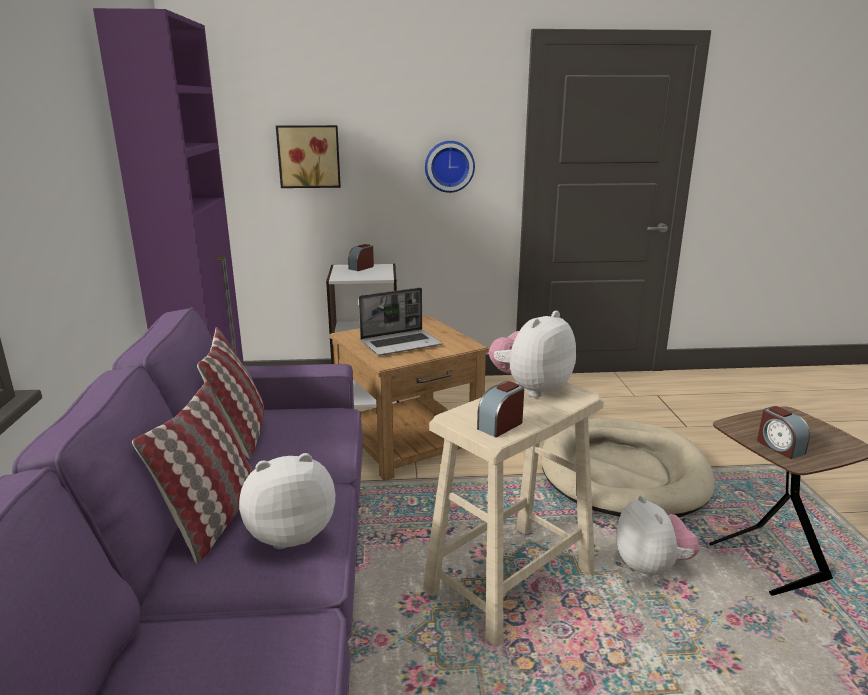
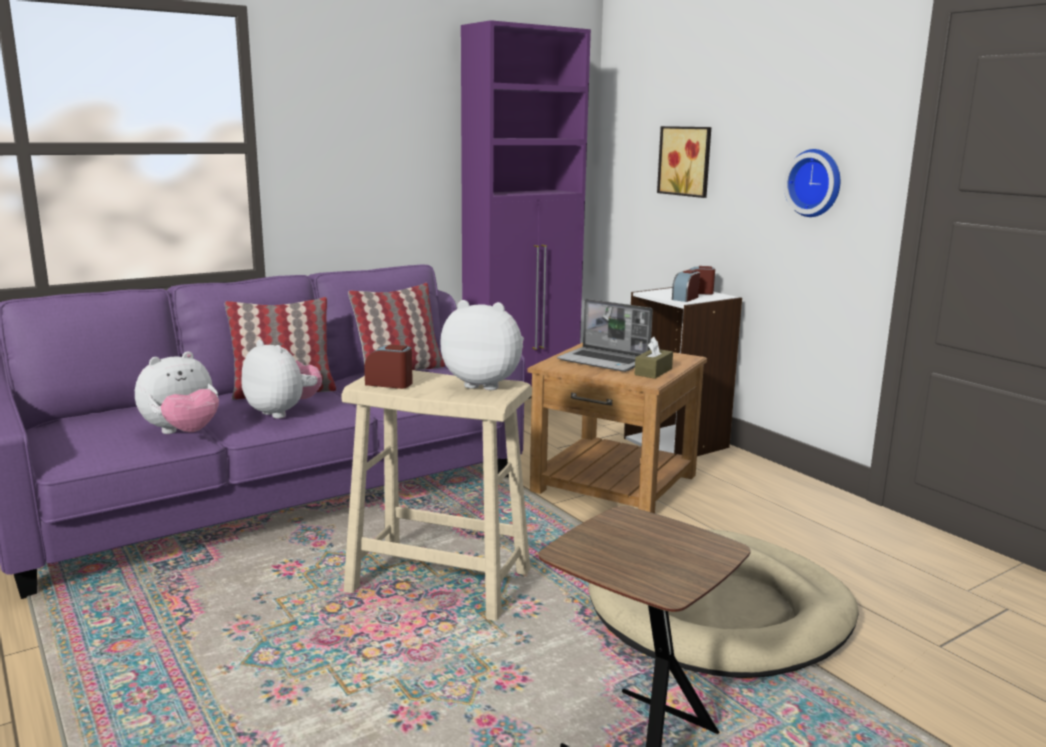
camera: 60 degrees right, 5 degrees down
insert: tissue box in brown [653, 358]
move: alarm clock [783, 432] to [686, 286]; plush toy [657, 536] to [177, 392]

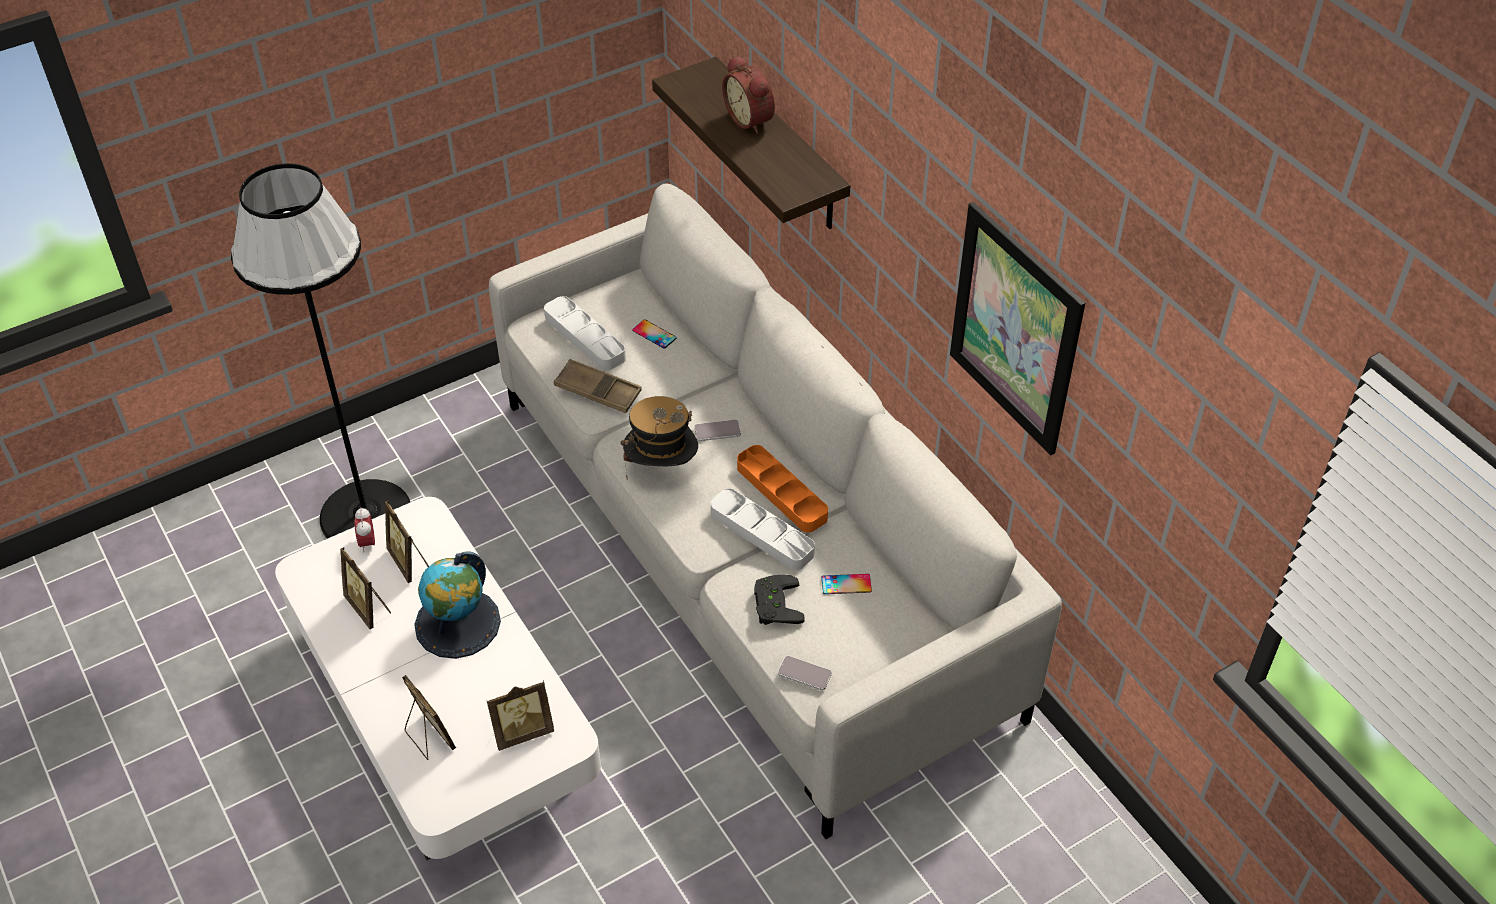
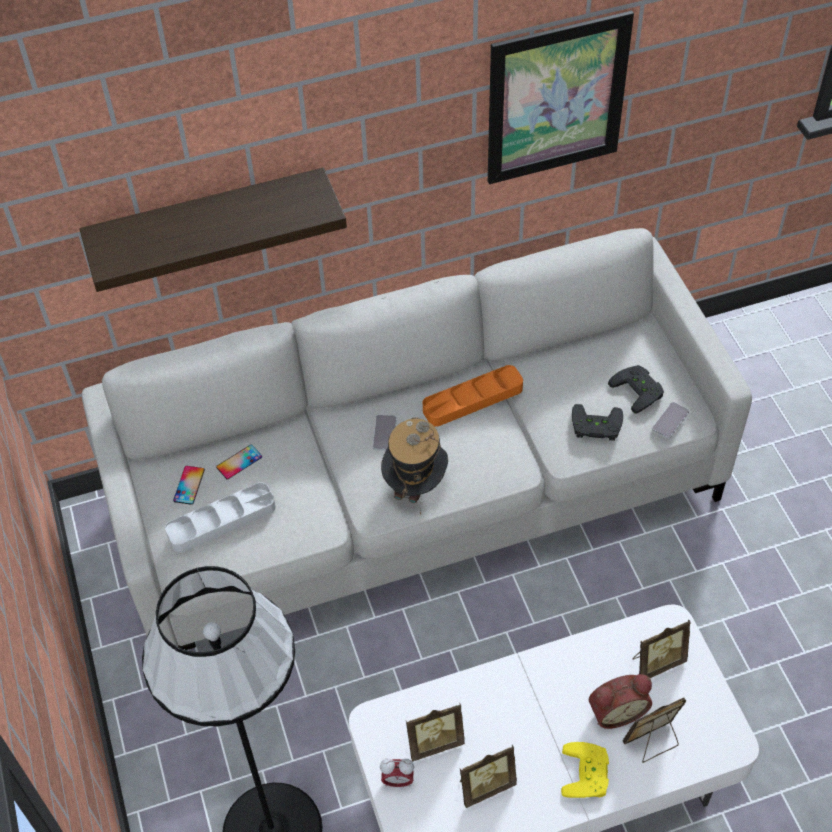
camera: 75 degrees left, 5 degrees up
delete: tray in brown [598, 386]; tray in grey [763, 529]; globe [457, 605]
insert: game controller in black [636, 389]; game controller in yellow [585, 770]
move: alarm clock [748, 94] to [620, 701]; phone [847, 584] to [189, 485]
rotate: picture frame [520, 715] = [662, 648] 75 degrees clockwise

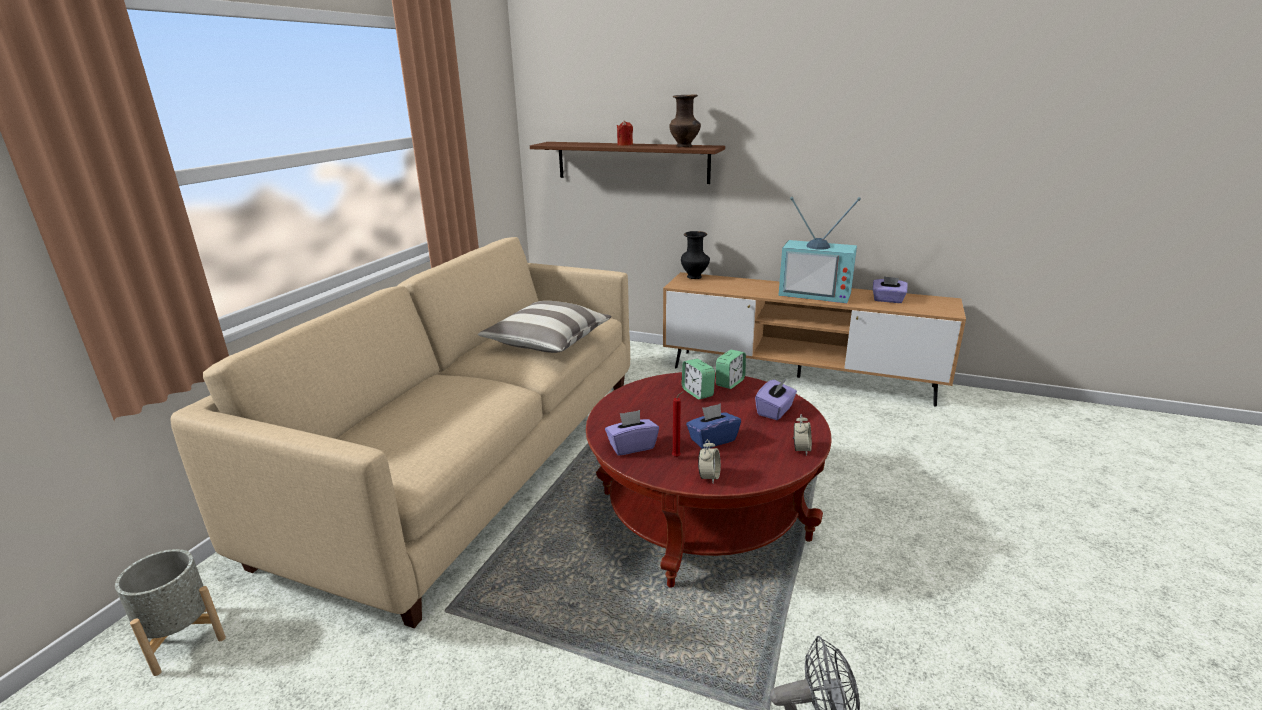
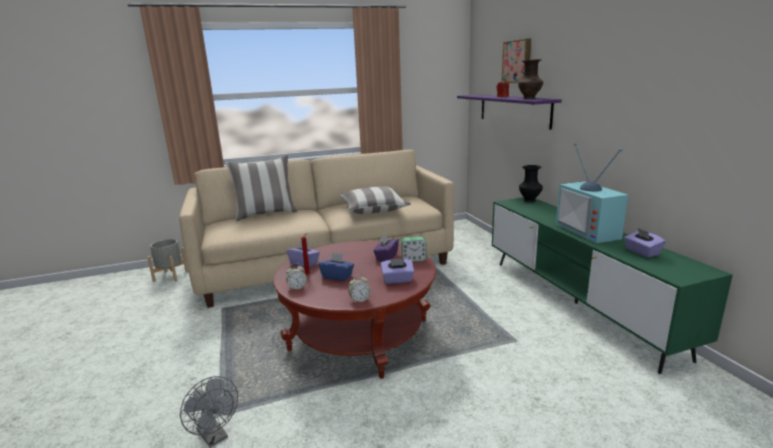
camera: 50 degrees right, 5 degrees down
insert: picture [516, 60]; pillow [261, 188]
replace: alarm clock [698, 379] to tissue box in purple [386, 247]
recolor: shelf in brown [627, 163] to shelf in purple [509, 112]; tv stand in brown [814, 339] to tv stand in green [612, 285]

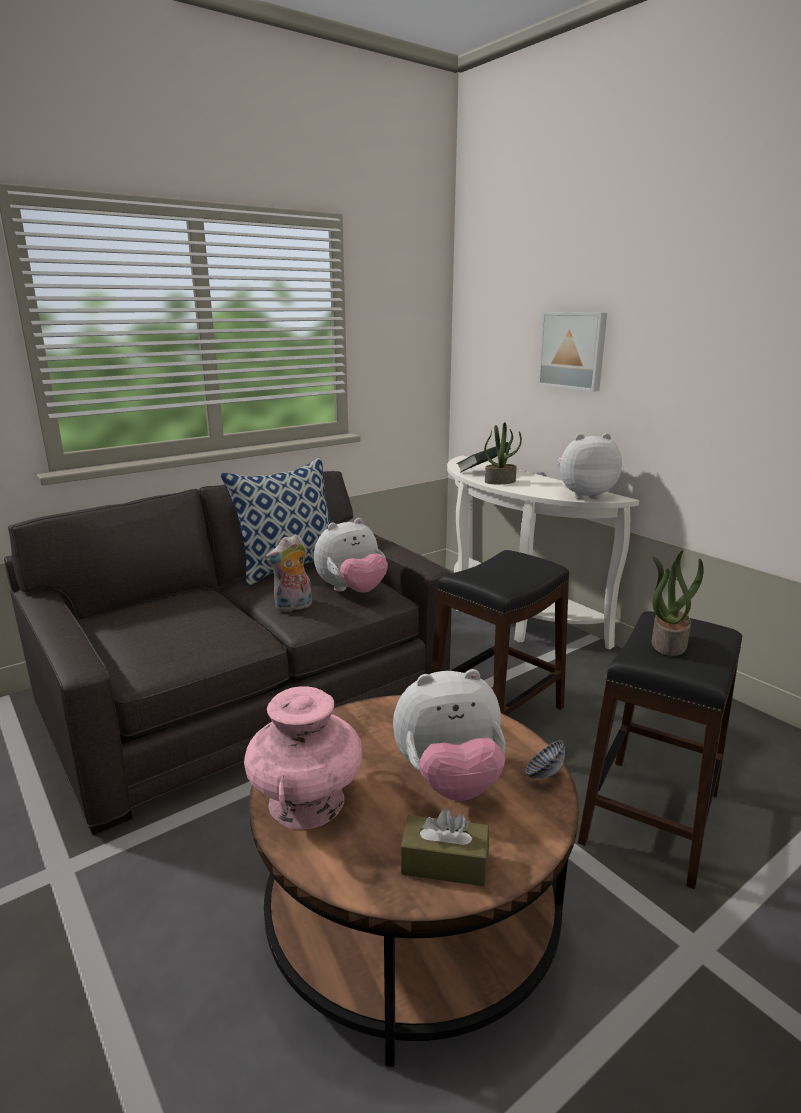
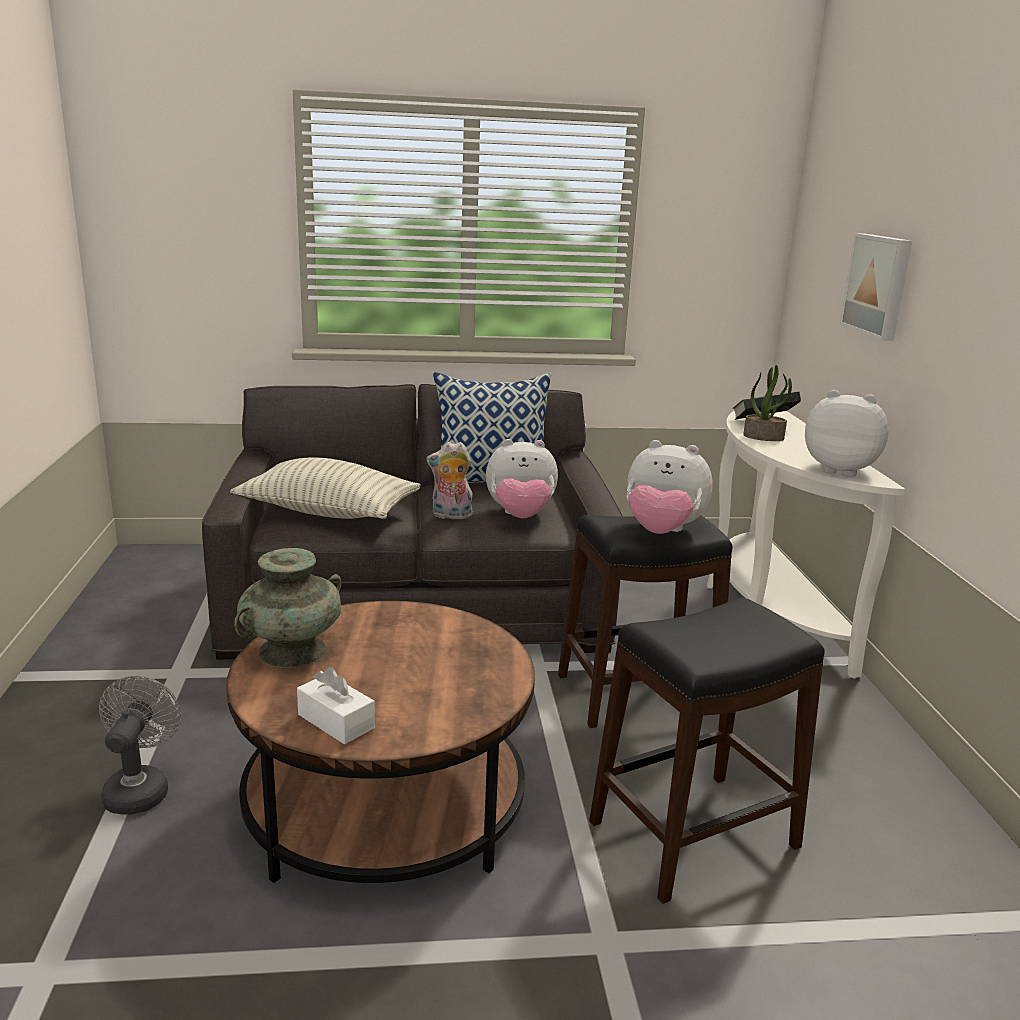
camera: 30 degrees right, 0 degrees up
delete: potted plant [678, 603]; bowl [545, 759]
insert: pillow [325, 488]; fan in grey [140, 745]
move: plush toy [449, 735] to [670, 487]
recolor: vase in pink [303, 757] to vase in turquoise [287, 608]; tissue box in brown [444, 847] to tissue box in white [336, 705]

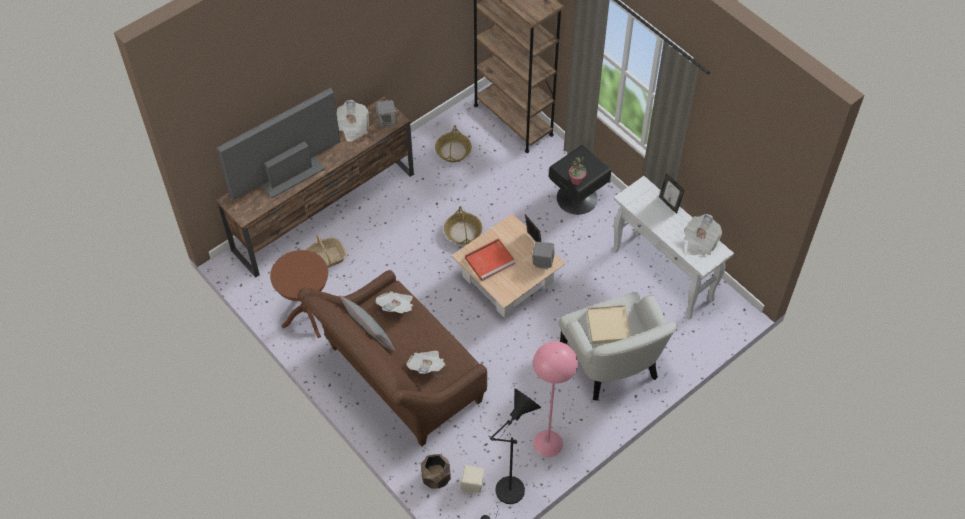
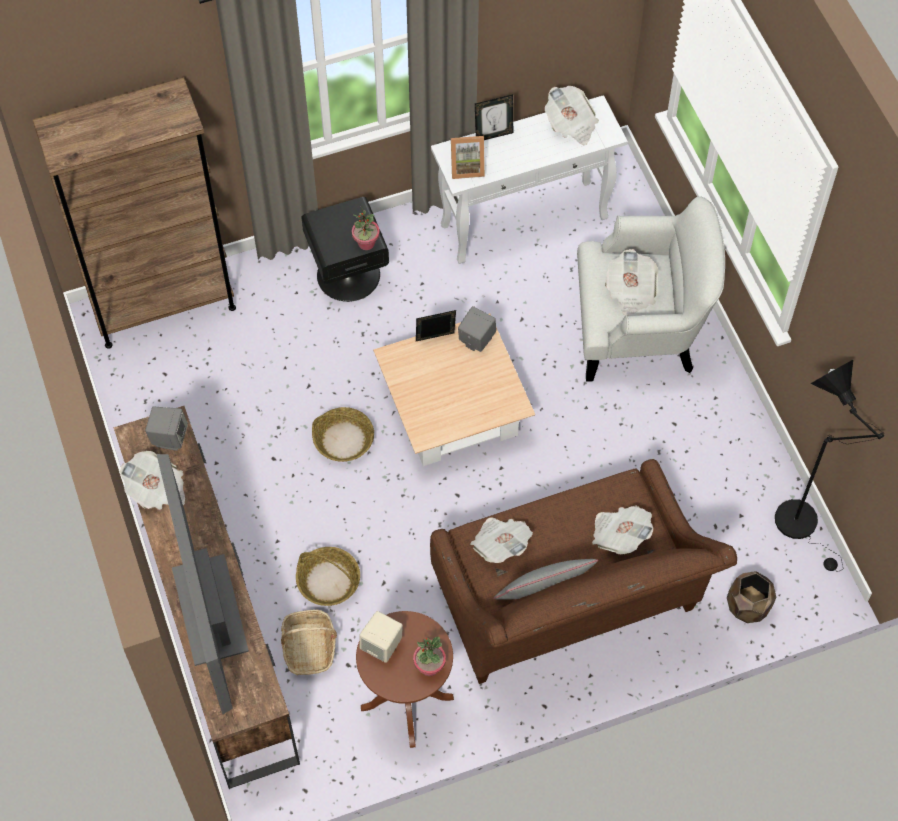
camera: 70 degrees left, 5 degrees up
delete: tray in red [490, 259]; floor lamp in pink [555, 399]
insert: picture frame [468, 157]; potted plant [429, 656]
move: basket [453, 143] to [328, 576]; speaker in beige [472, 479] to [381, 637]
replace: tray in beige [609, 324] to newspaper [631, 282]

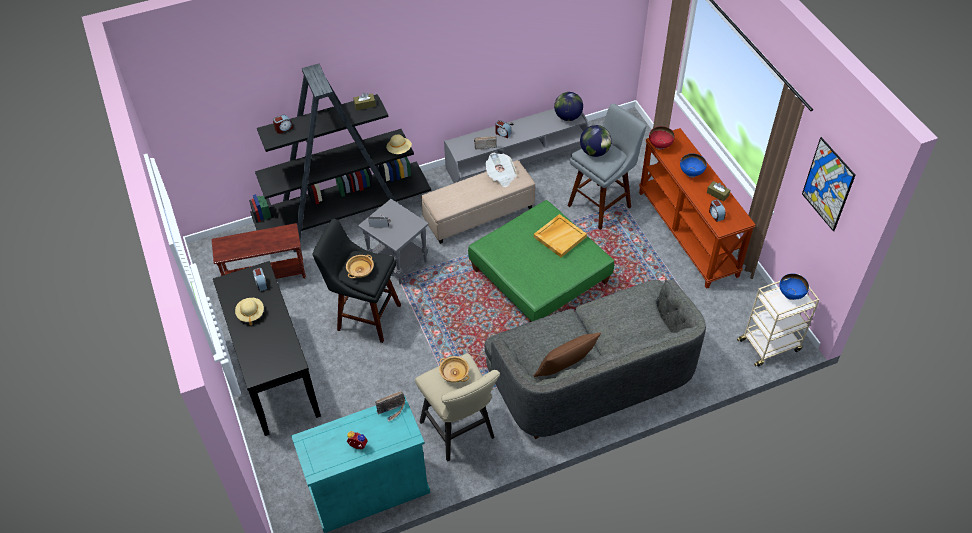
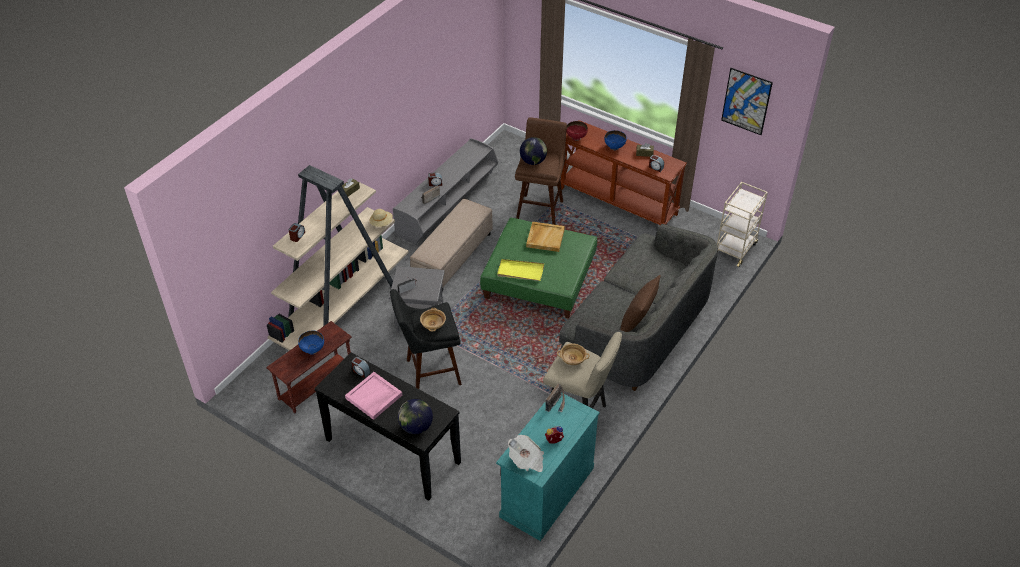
camera: 35 degrees left, 5 degrees down
insert: tray in yellow [520, 270]
move: globe [568, 106] to [415, 416]; newspaper [501, 169] to [526, 453]; bowl in blue [794, 287] to [311, 342]
replace: hat in beige [249, 311] to tray in pink [373, 396]
recolor: bookcase in black [340, 157] to bookcase in beige [338, 258]; stool in grey [607, 167] to stool in brown [541, 171]

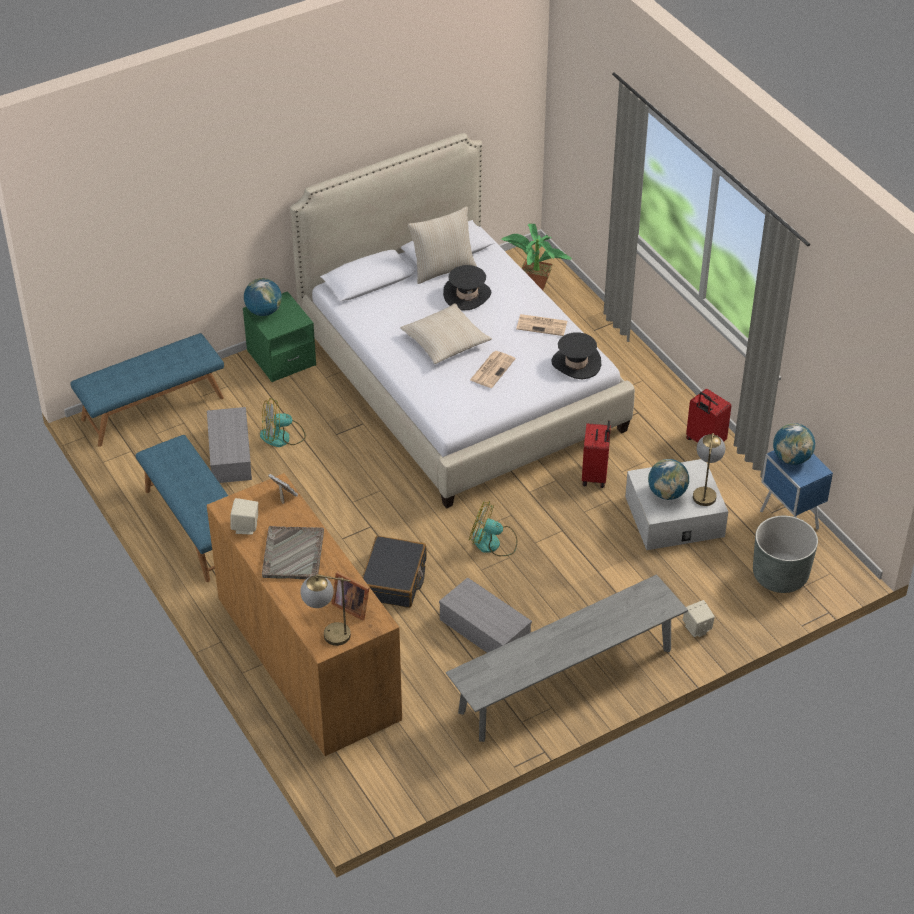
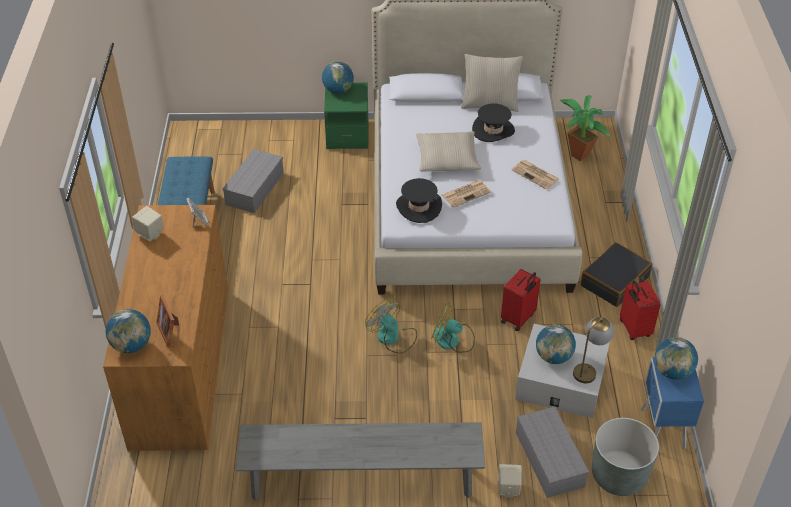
camera: 30 degrees right, 0 degrees up
delete: bench in blue [147, 390]; tray in grey [293, 552]
move: hat in black [576, 356] to [419, 200]; fan [283, 422] to [453, 328]; suitcase in black [394, 572] to [616, 274]; storage box in grey [485, 615] to [552, 452]
replace: table lamp [325, 610] to globe [128, 331]

